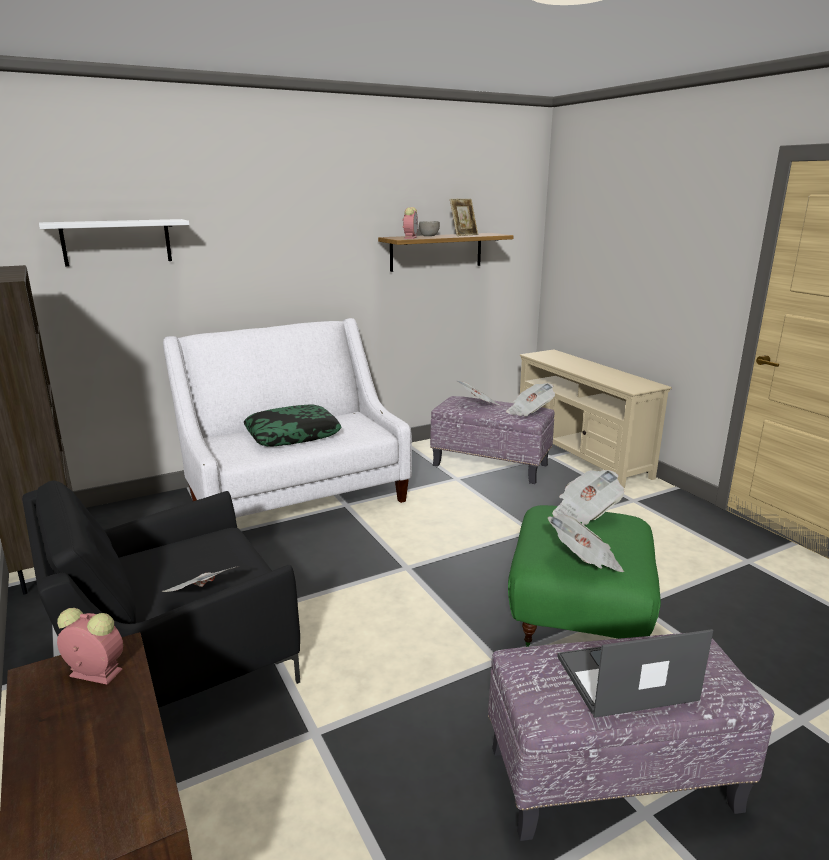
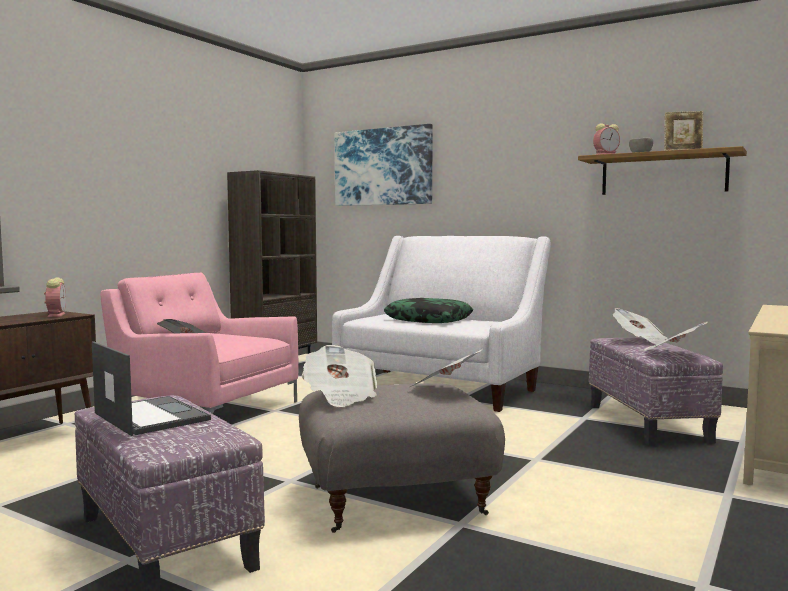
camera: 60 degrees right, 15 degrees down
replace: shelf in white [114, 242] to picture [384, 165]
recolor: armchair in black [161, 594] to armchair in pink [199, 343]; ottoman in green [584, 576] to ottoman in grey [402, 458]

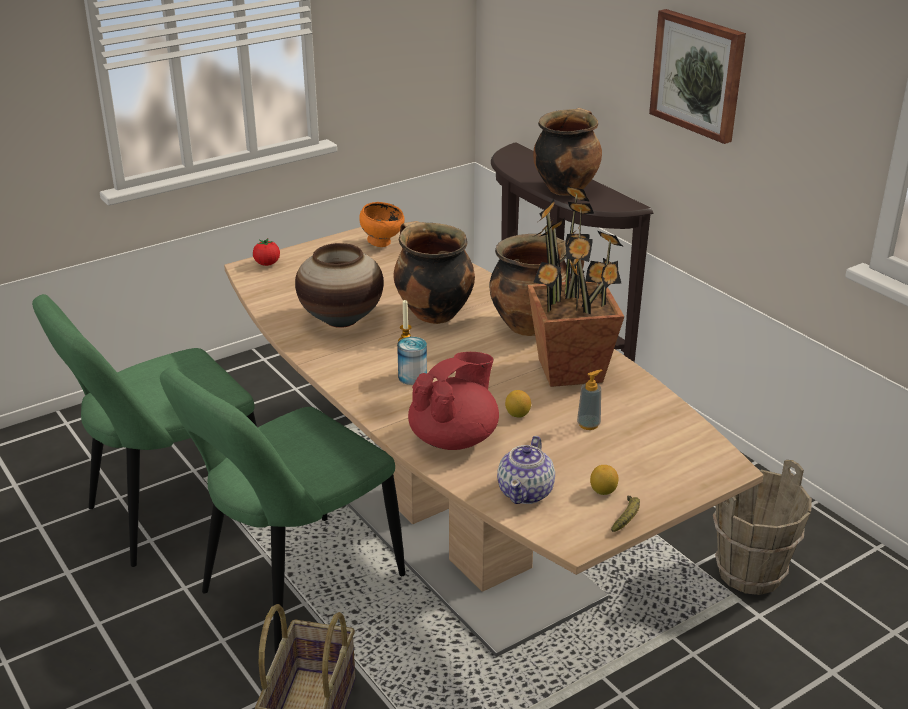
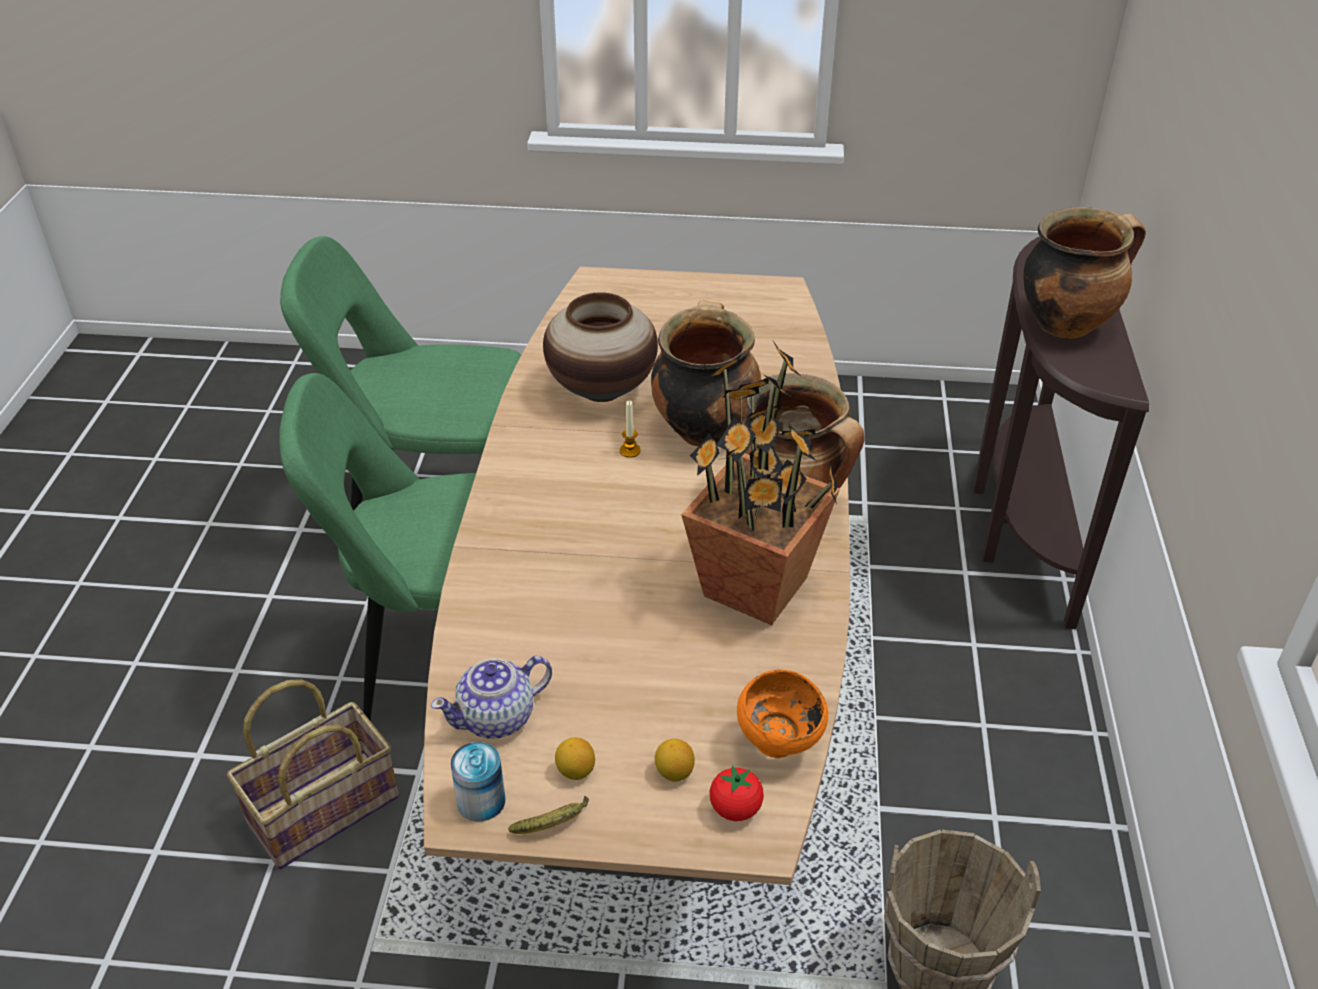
camera: 40 degrees right, 10 degrees up
delete: picture [697, 76]; teapot in red [453, 401]; soap dispenser [590, 399]
move: bowl in orange [382, 224] to [782, 714]; tomato [266, 252] to [737, 793]; can [412, 361] to [478, 782]; lemon [518, 403] to [675, 760]

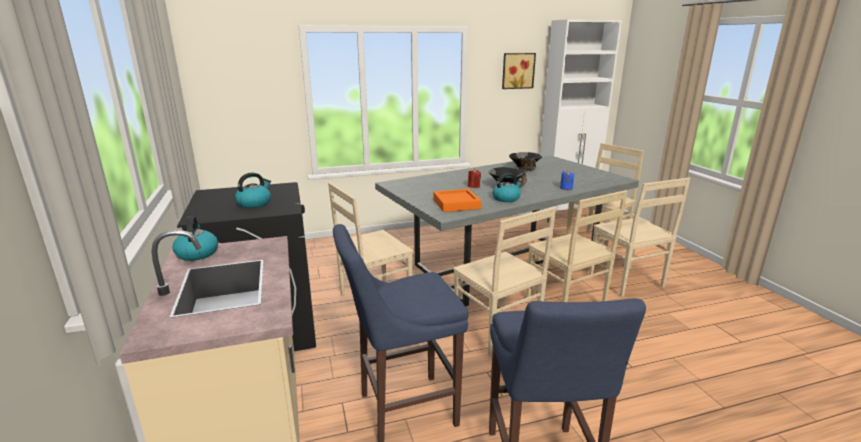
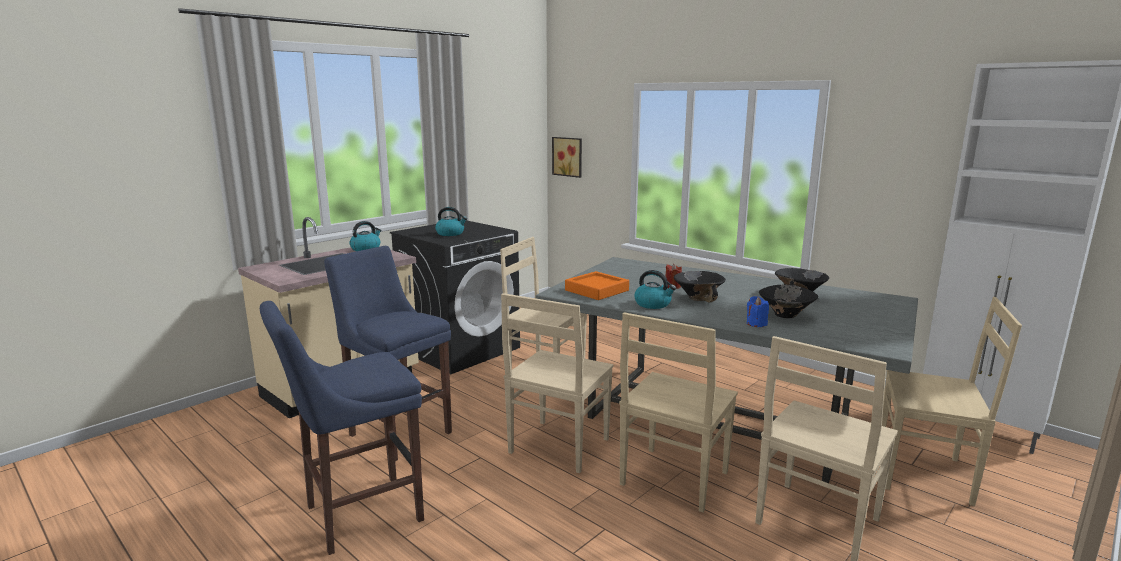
camera: 60 degrees right, 5 degrees down
insert: bowl in black [788, 301]
move: picture [519, 71] to [567, 157]

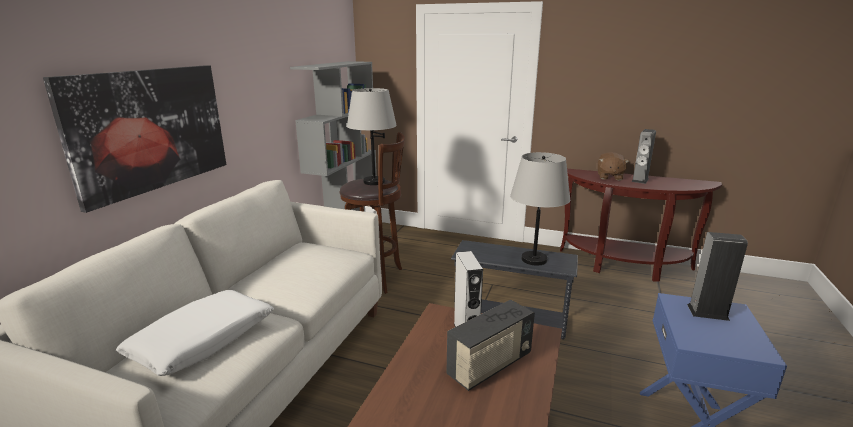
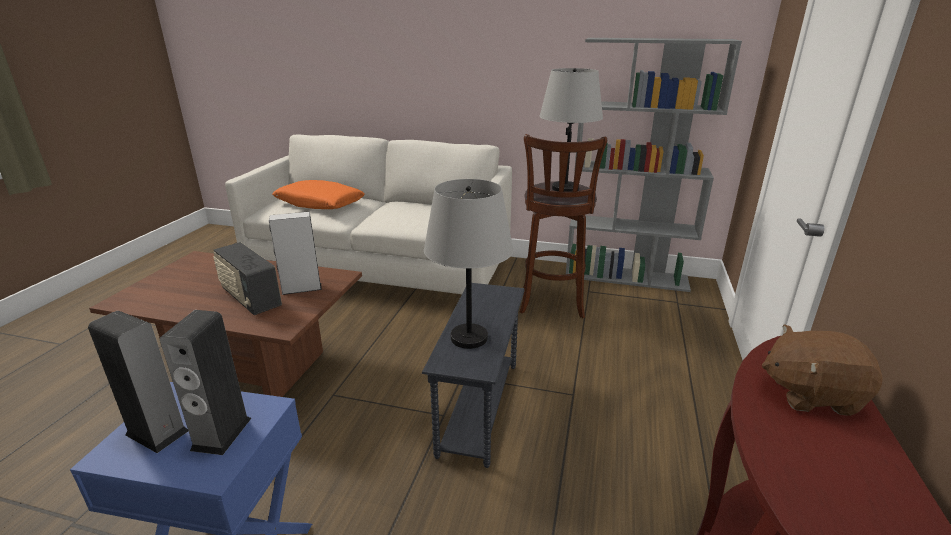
camera: 85 degrees right, 5 degrees up
delete: picture [134, 139]
move: speaker [643, 156] to [138, 382]
recolor: pillow in white [195, 333] to pillow in orange [318, 194]

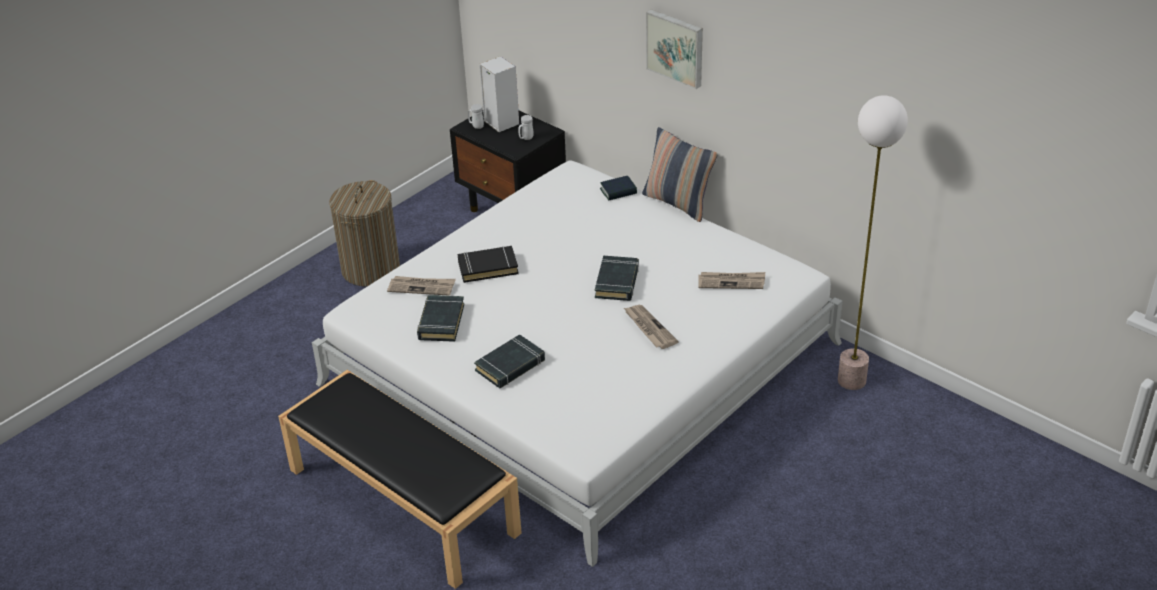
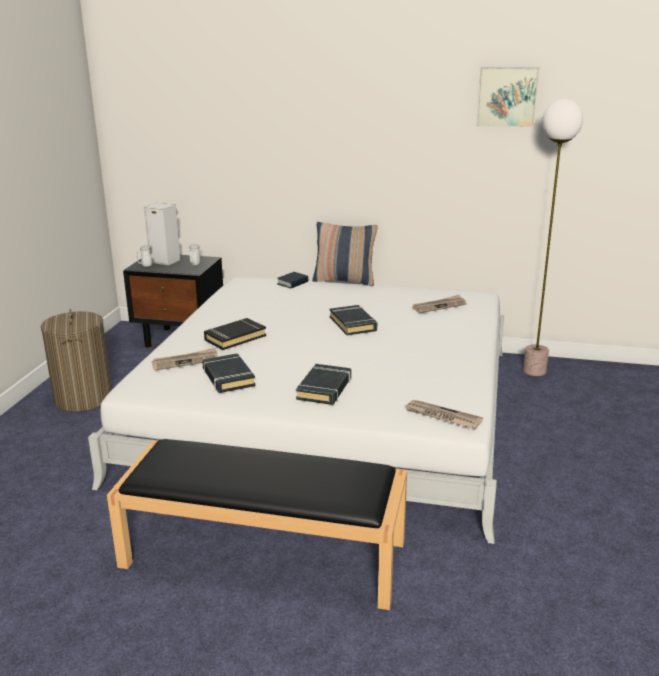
camera: 30 degrees left, 15 degrees down
move: picture [674, 49] to [508, 97]; newspaper [651, 327] to [443, 414]

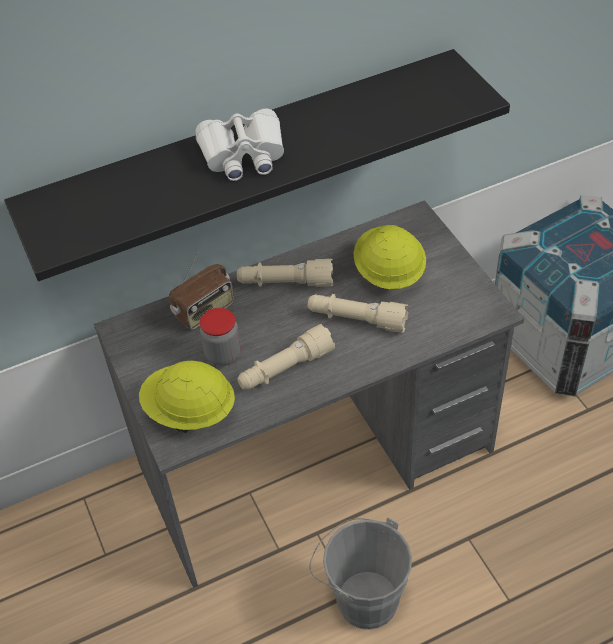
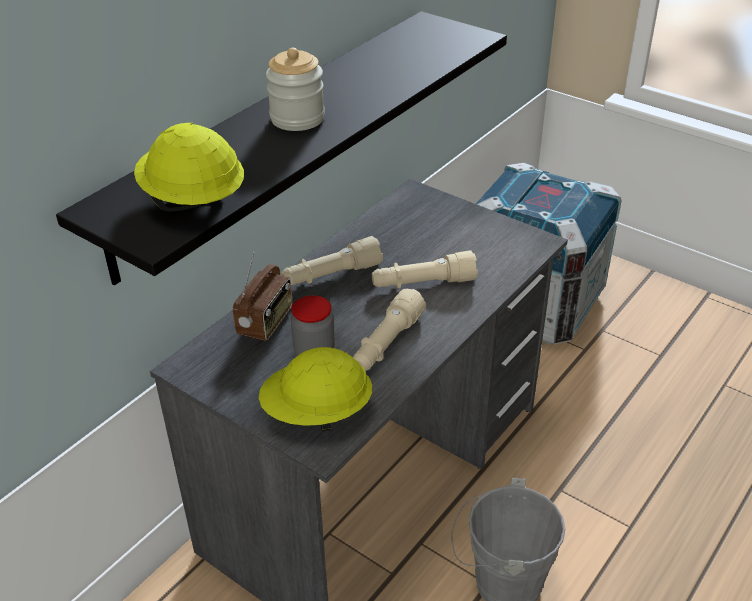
camera: 30 degrees left, 10 degrees down
move: hard hat in yellow [389, 257] to [189, 167]
replace: binoculars in white [239, 144] to jar [295, 89]

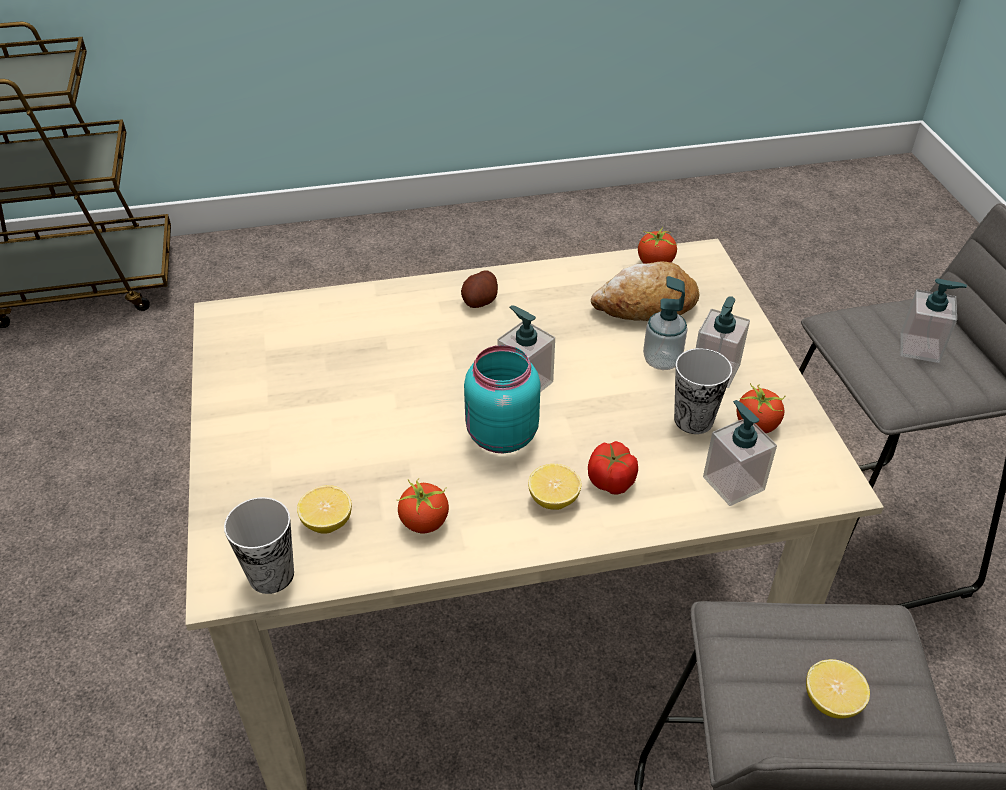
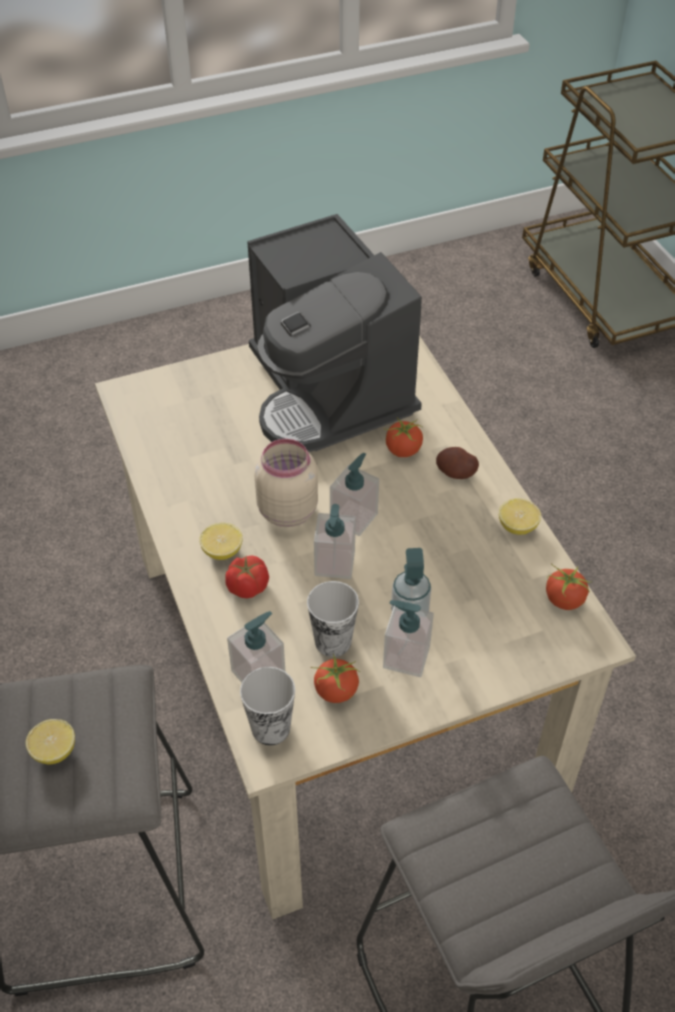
camera: 80 degrees right, 5 degrees up
delete: bread [645, 291]
insert: coffee machine [334, 333]
move: soap dispenser [933, 320] to [335, 541]; tomato [423, 506] to [403, 437]; lemon [324, 509] to [520, 516]; cup [259, 545] to [267, 706]
recolor: jar in turquoise [502, 399] to jar in beige [286, 483]

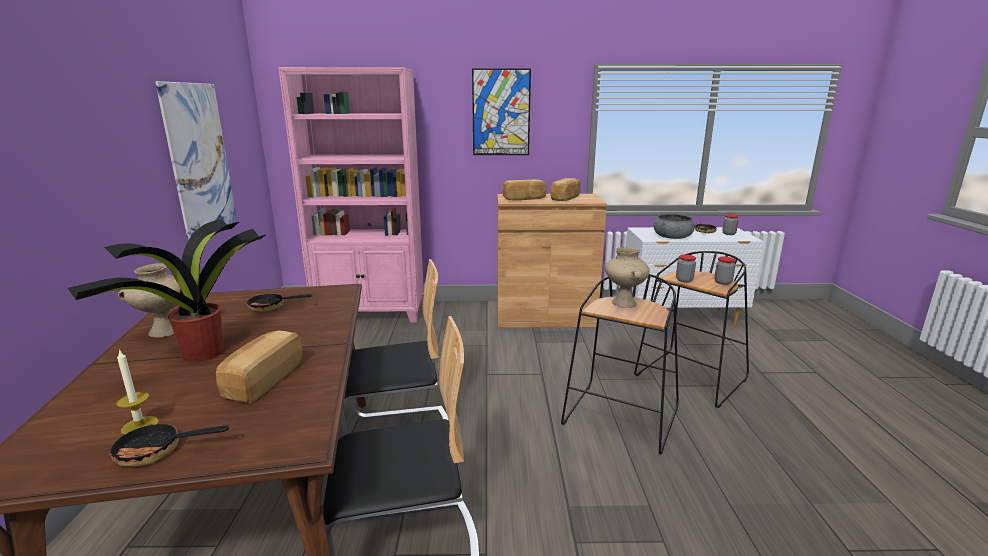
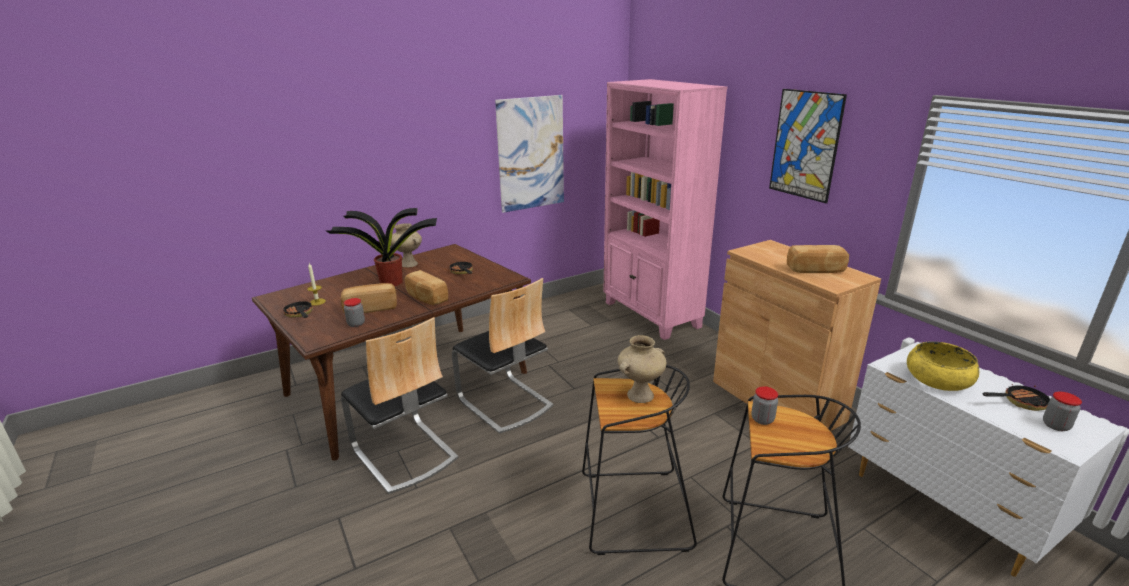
camera: 60 degrees right, 5 degrees up
move: bread [524, 189] to [426, 287]; jar [725, 271] to [354, 312]
recolor: bowl in grey [674, 226] to bowl in yellow [943, 366]

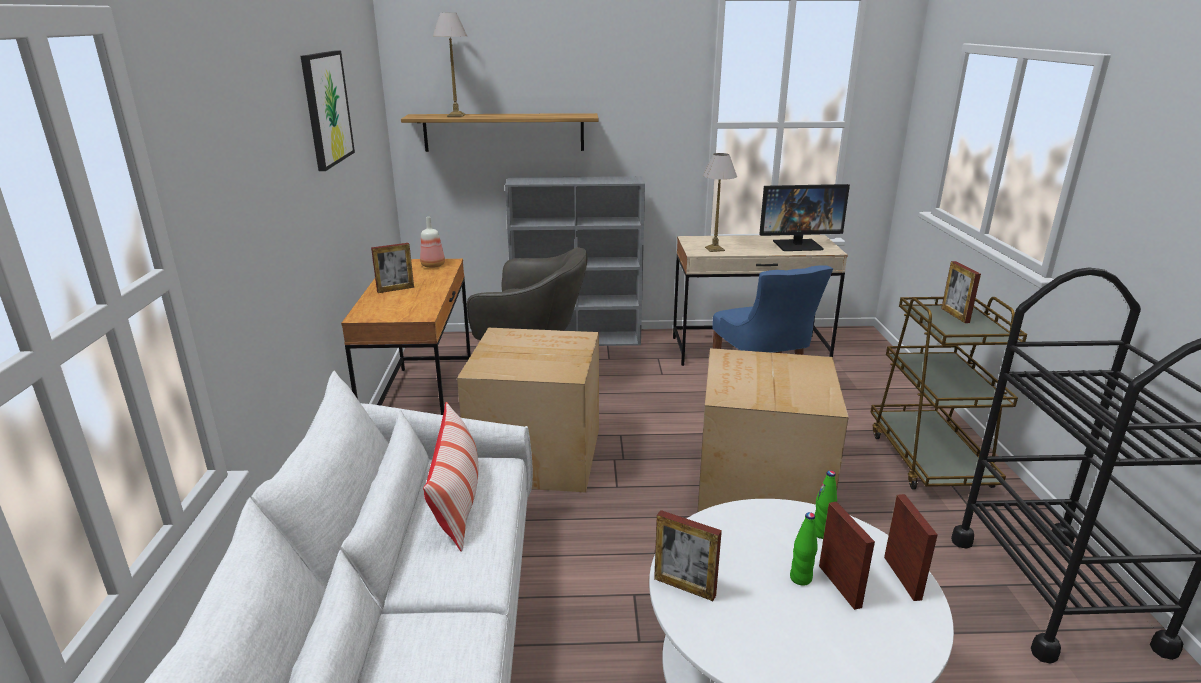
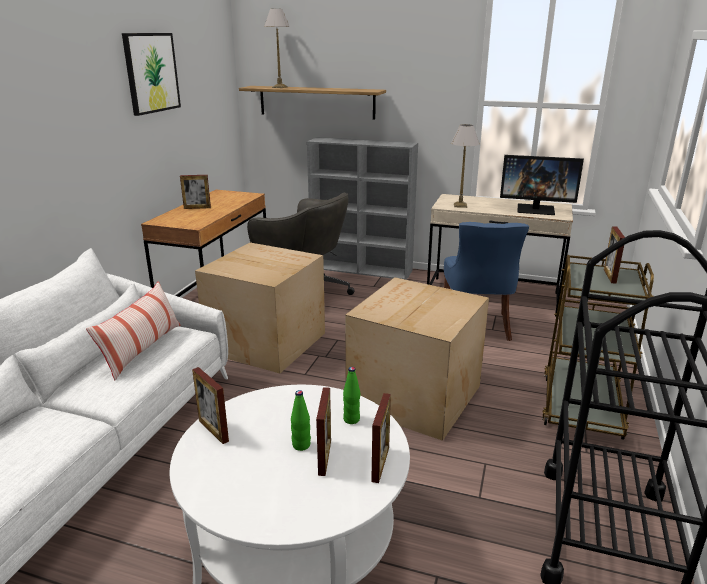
camera: 20 degrees right, 0 degrees up
delete: bottle [432, 242]

